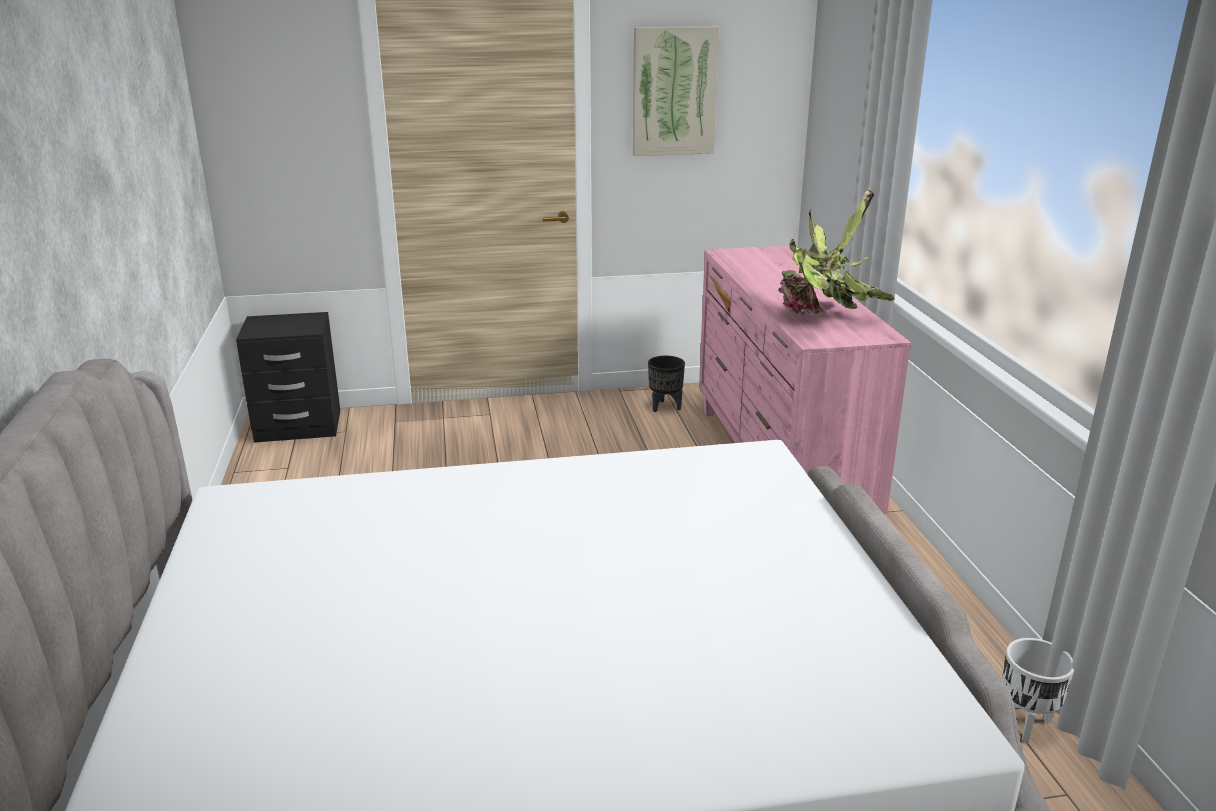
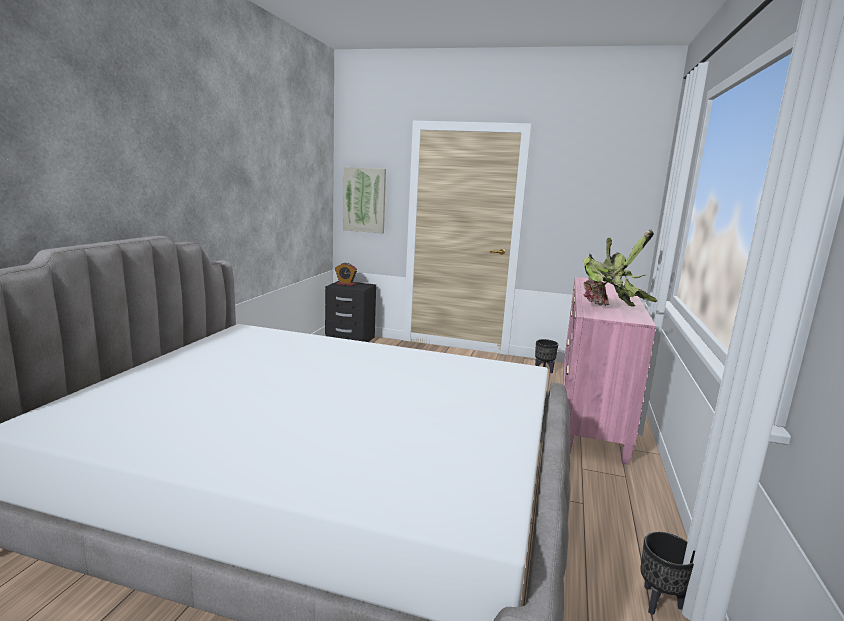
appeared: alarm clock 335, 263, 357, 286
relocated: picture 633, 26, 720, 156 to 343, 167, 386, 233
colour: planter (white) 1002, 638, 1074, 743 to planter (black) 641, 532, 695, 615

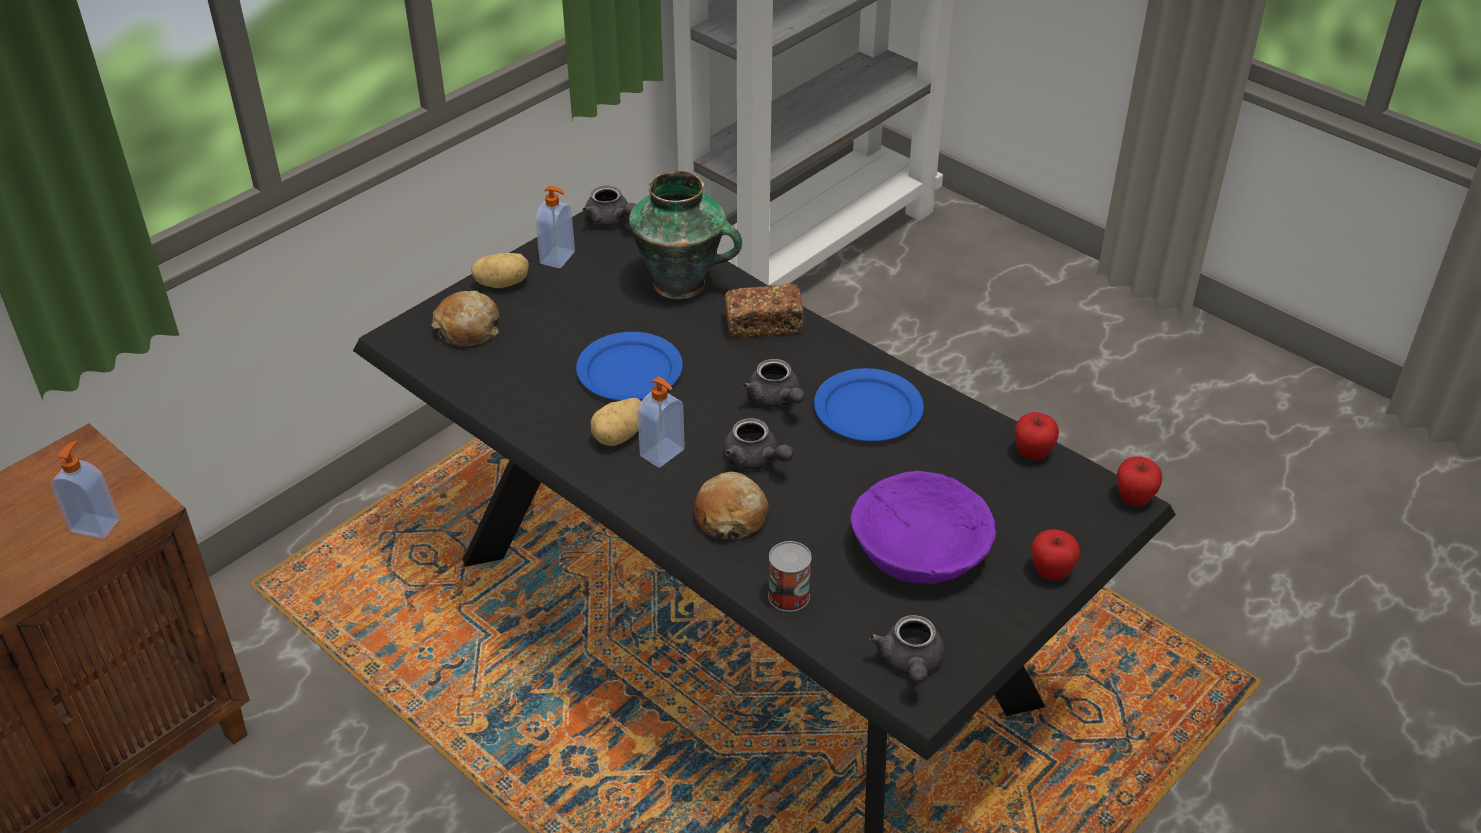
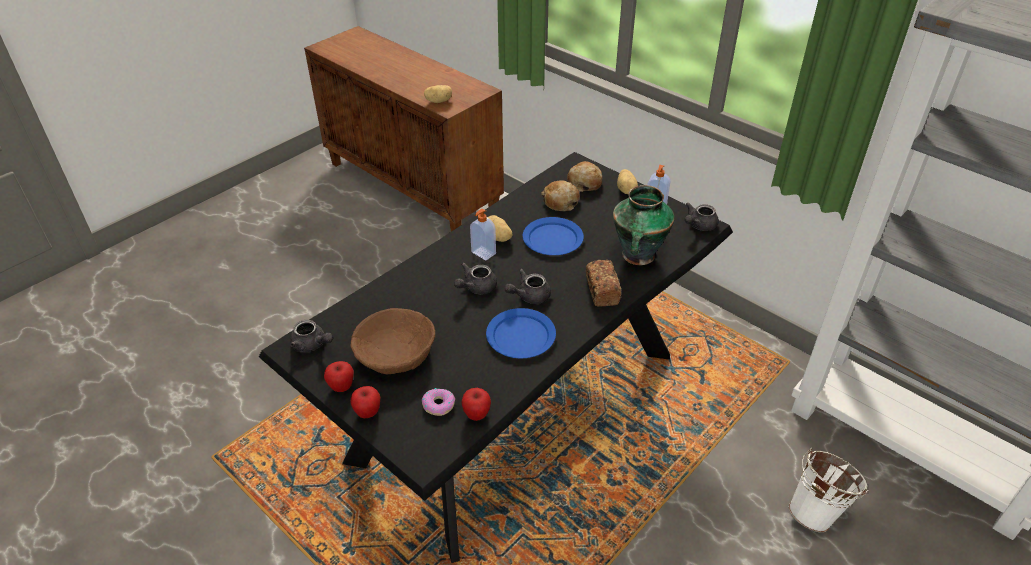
missing: can 768, 541, 812, 612
appeared: donut 422, 388, 455, 416; bucket (white) 789, 448, 869, 533
relocated: apple 1117, 456, 1162, 506 to 324, 361, 354, 392; bread 694, 471, 768, 540 to 542, 180, 580, 211
exchanged: soap dispenser 51, 441, 120, 539 to potato 424, 85, 452, 103
colour: bowl (purple) 850, 471, 996, 584 to bowl (brown) 350, 308, 435, 374
spun: teapot (grey) 869, 615, 945, 683 = 290, 320, 333, 352 150 degrees counterclockwise

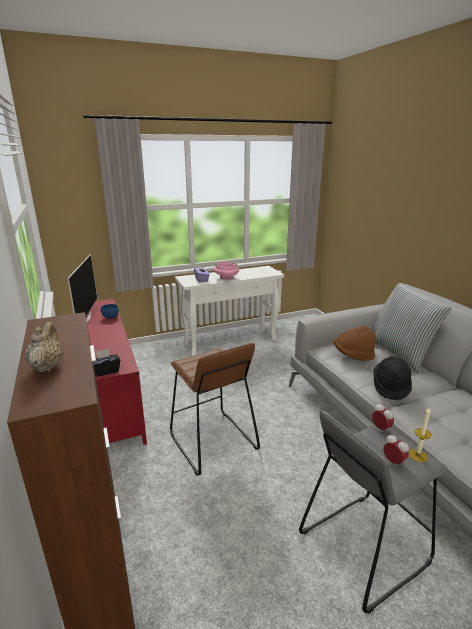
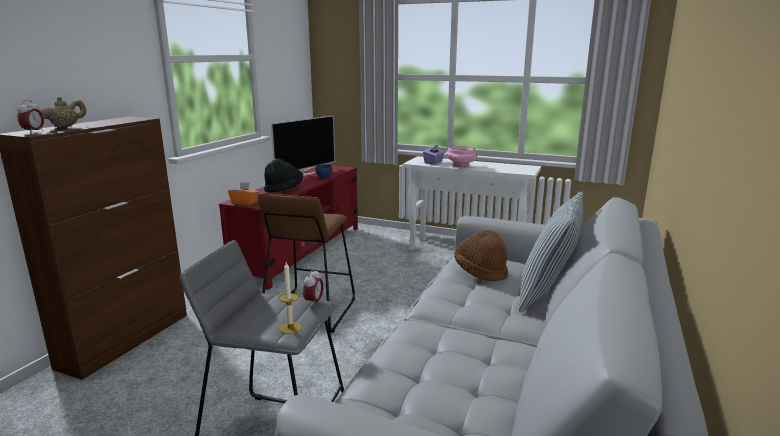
relocated: alarm clock 383, 434, 409, 465 to 17, 100, 44, 134; hat (black) 373, 356, 412, 401 to 264, 159, 303, 193
colour: tissue box (black) 93, 349, 120, 377 to tissue box (orange) 228, 182, 260, 206

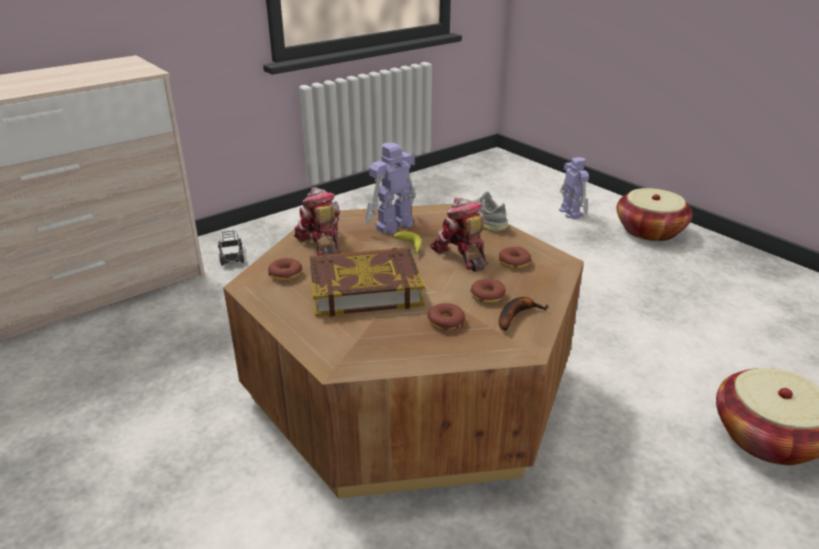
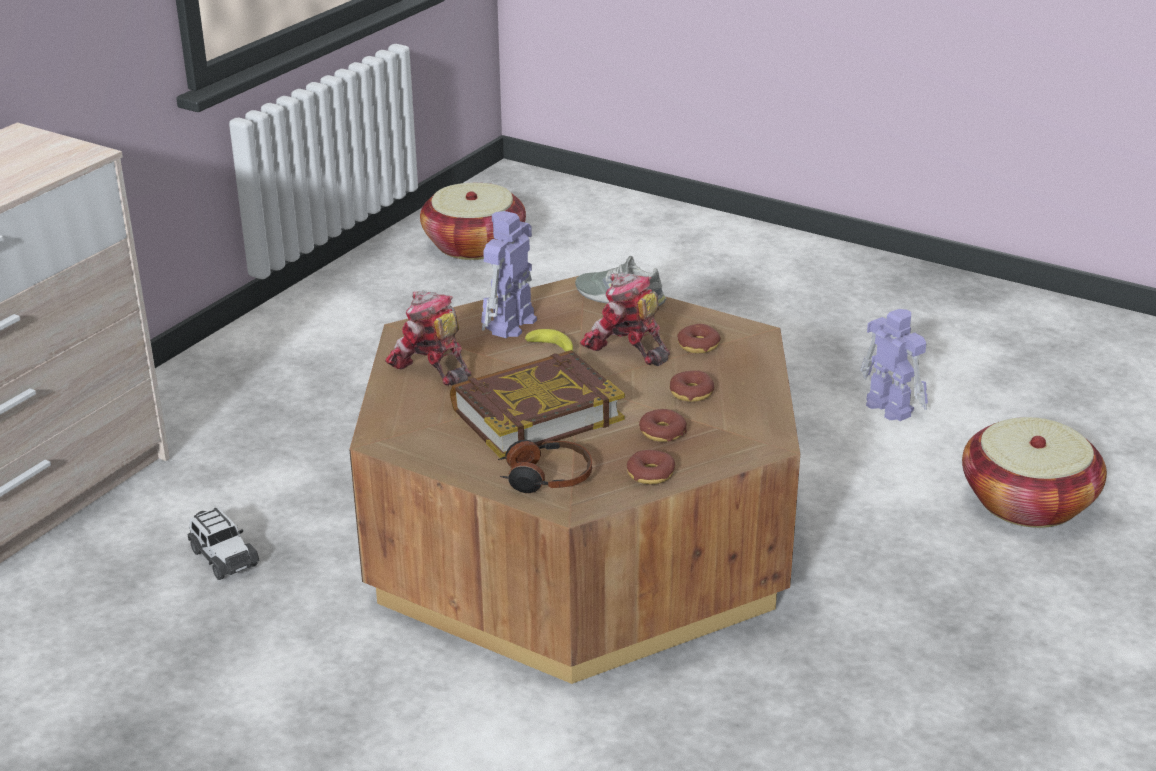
missing: banana 499, 297, 549, 331
appeared: headphones 498, 439, 592, 493
relocated: toy car 218, 230, 244, 266 to 188, 507, 260, 580; basket 617, 188, 693, 241 to 420, 183, 526, 260; donut 268, 258, 302, 281 to 627, 450, 675, 484; toy robot 559, 157, 589, 219 to 860, 309, 928, 421

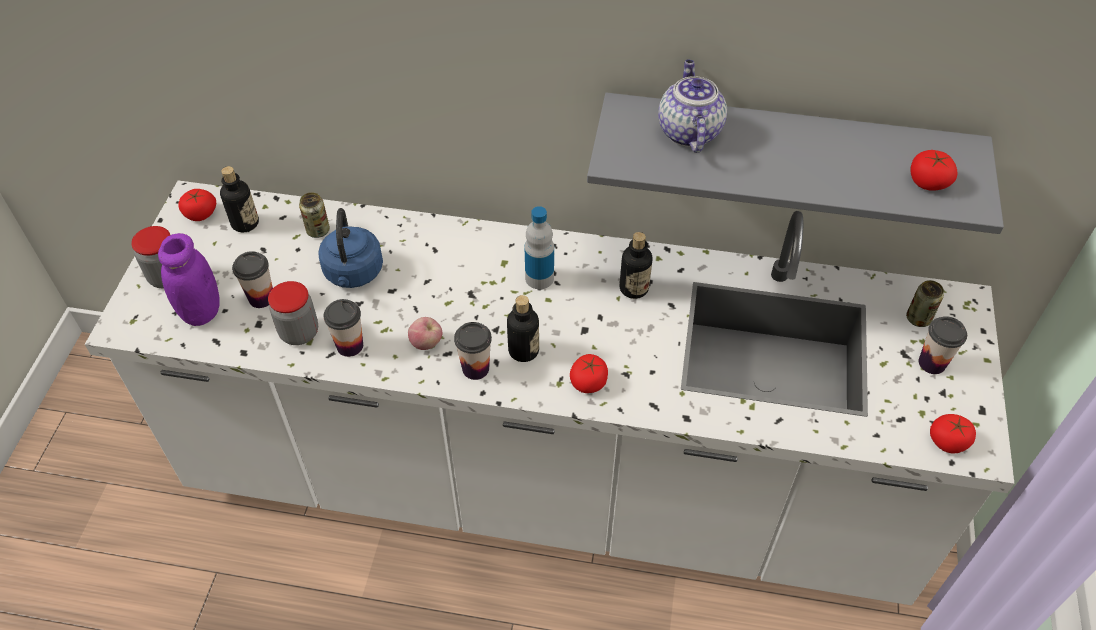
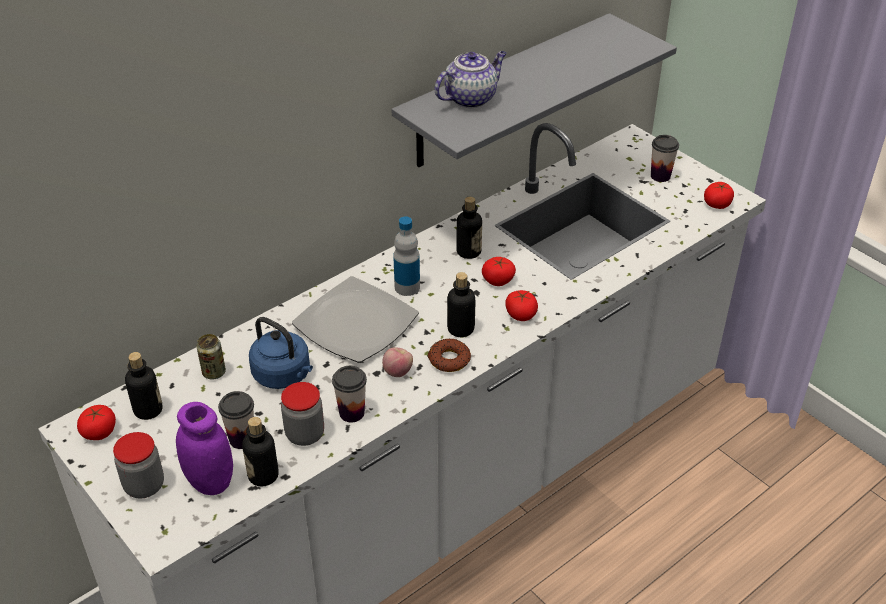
missing: can 906, 280, 944, 327
appeared: bottle 242, 417, 279, 486; plate 292, 276, 419, 363
relocated: tomato 910, 150, 957, 191 to 482, 257, 516, 286
exchanged: cup 454, 322, 492, 380 to donut 428, 338, 471, 372
spun: teapot 658, 59, 727, 153 = 435, 51, 507, 108 105 degrees clockwise

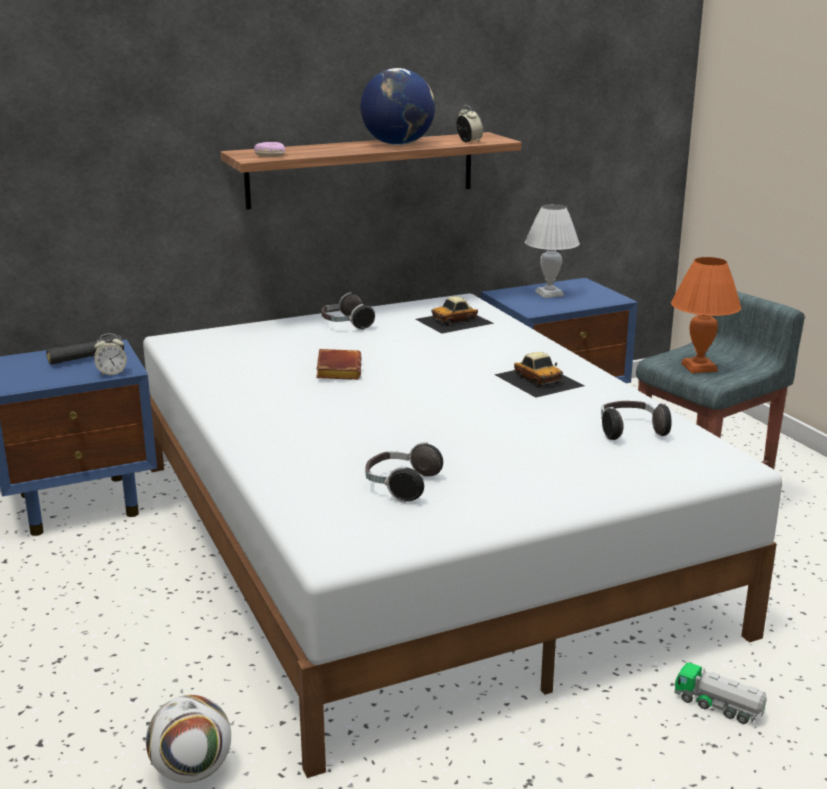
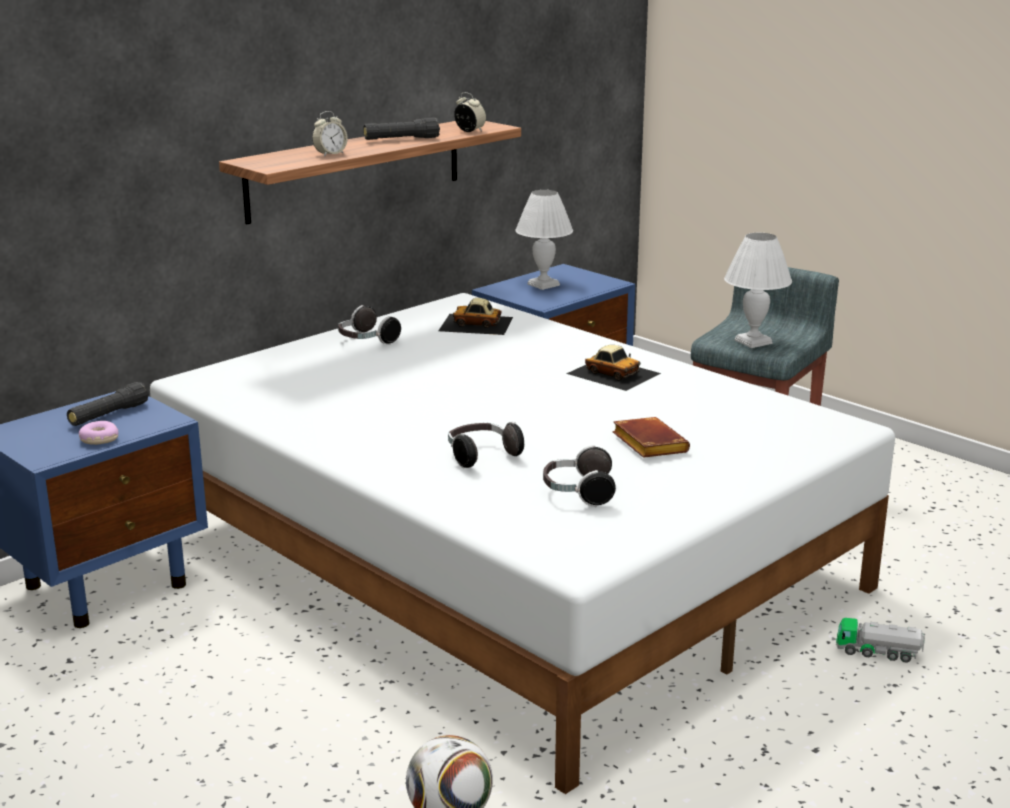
relocated: donut 254, 142, 285, 157 to 79, 421, 118, 445; alarm clock 94, 334, 127, 377 to 312, 111, 348, 157; headphones 601, 401, 672, 440 to 448, 422, 524, 468; book (brown) 316, 349, 362, 380 to 613, 417, 690, 458
exchanged: globe 360, 68, 435, 145 to flashlight (black) 363, 117, 440, 140
colour: table lamp (orange) 671, 257, 741, 373 to table lamp (white) 724, 233, 792, 348
spun: toy car 415, 297, 494, 333 = 438, 298, 513, 335 60 degrees clockwise

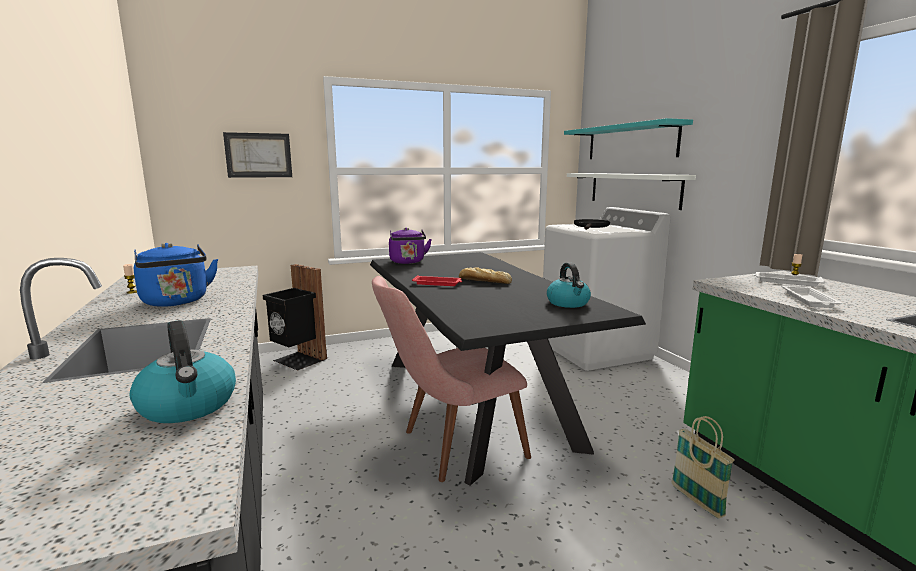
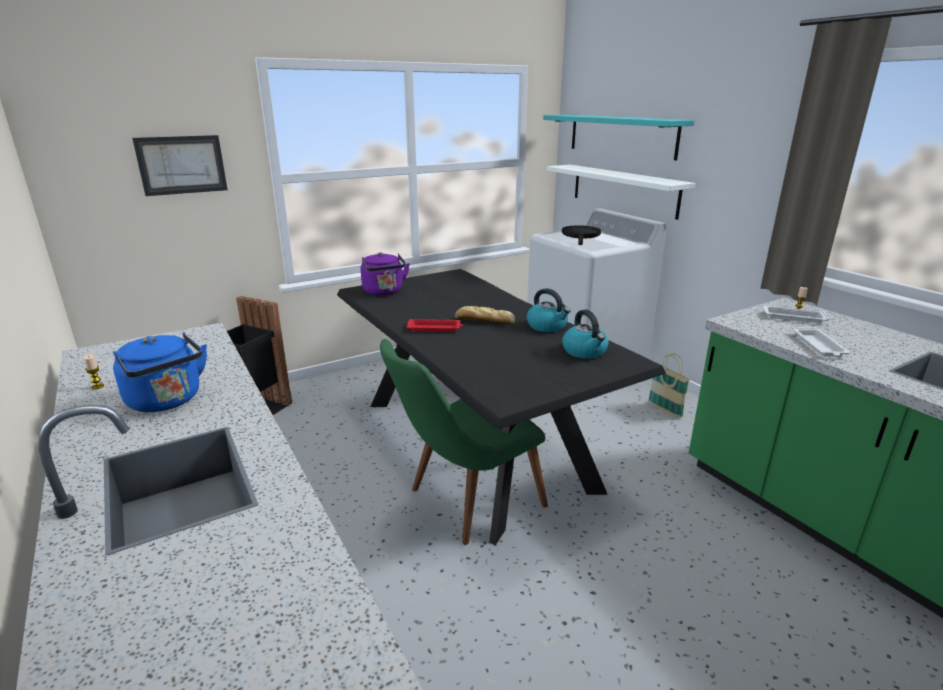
relocated: kettle 130, 320, 236, 423 to 527, 288, 571, 332; basket 671, 416, 735, 518 to 648, 353, 690, 418
colour: chair (pink) 372, 276, 531, 482 to chair (green) 380, 339, 548, 545

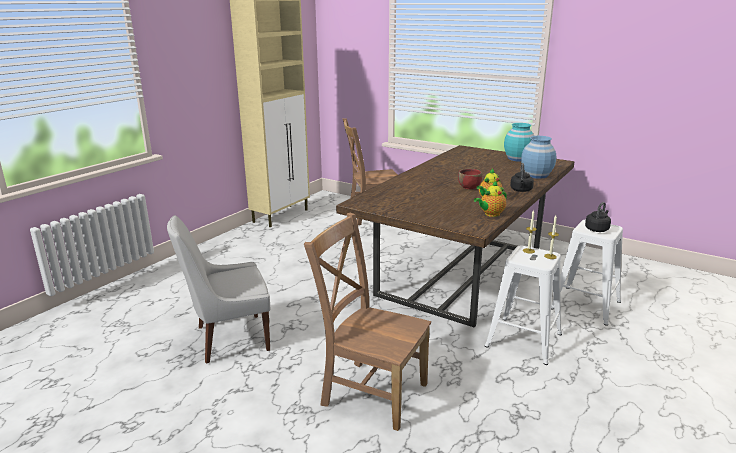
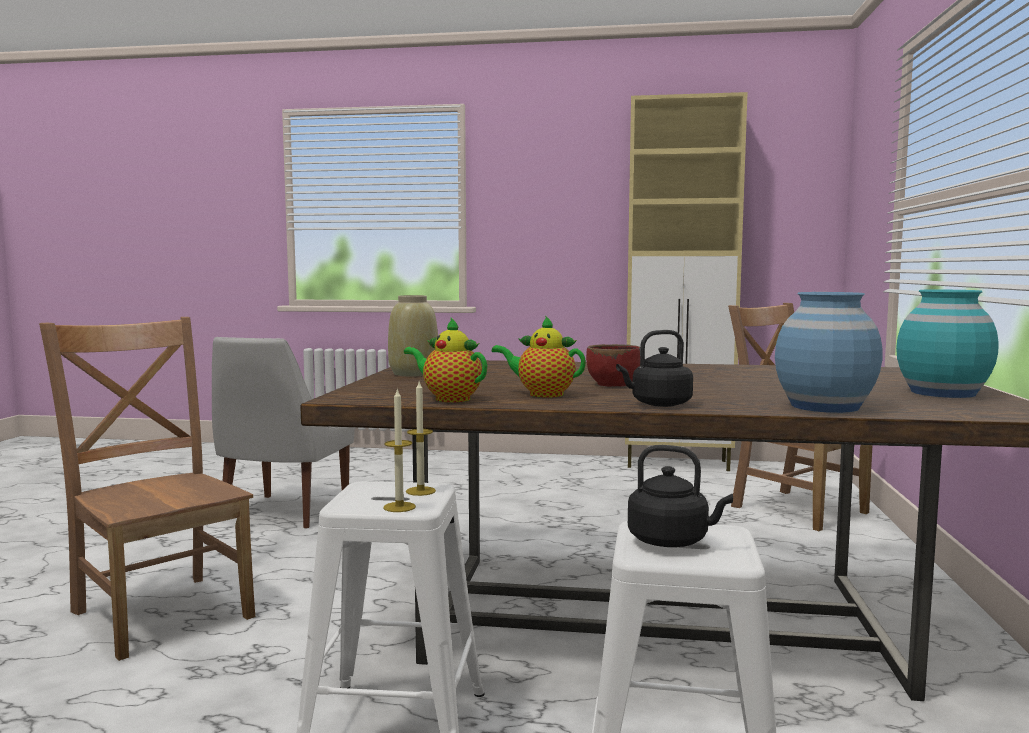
appeared: vase (beige) 388, 295, 438, 376
spun: chair (brown) 304, 213, 431, 431 = 39, 317, 255, 661 45 degrees counterclockwise; chair (white) 167, 215, 270, 364 = 212, 337, 355, 529 120 degrees counterclockwise

